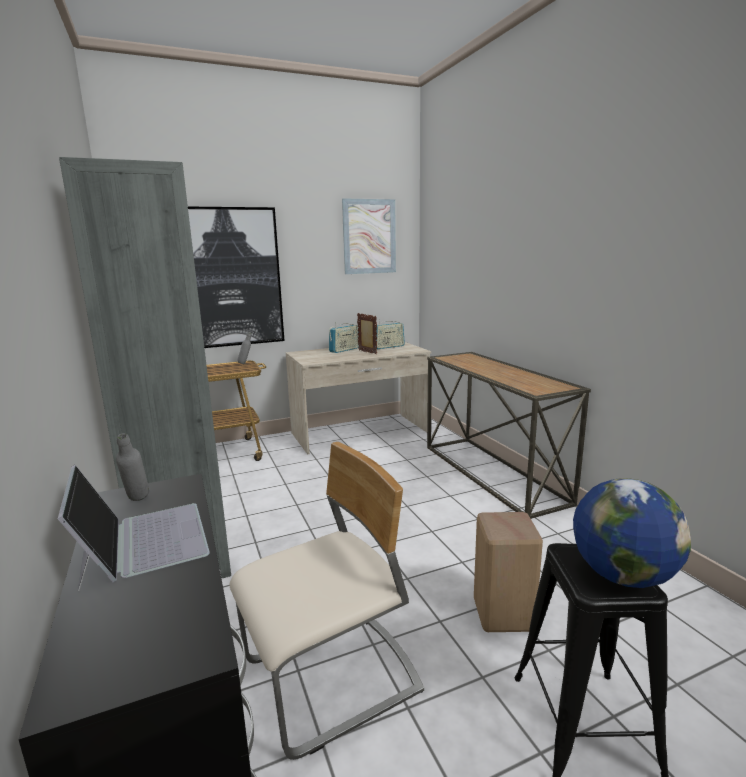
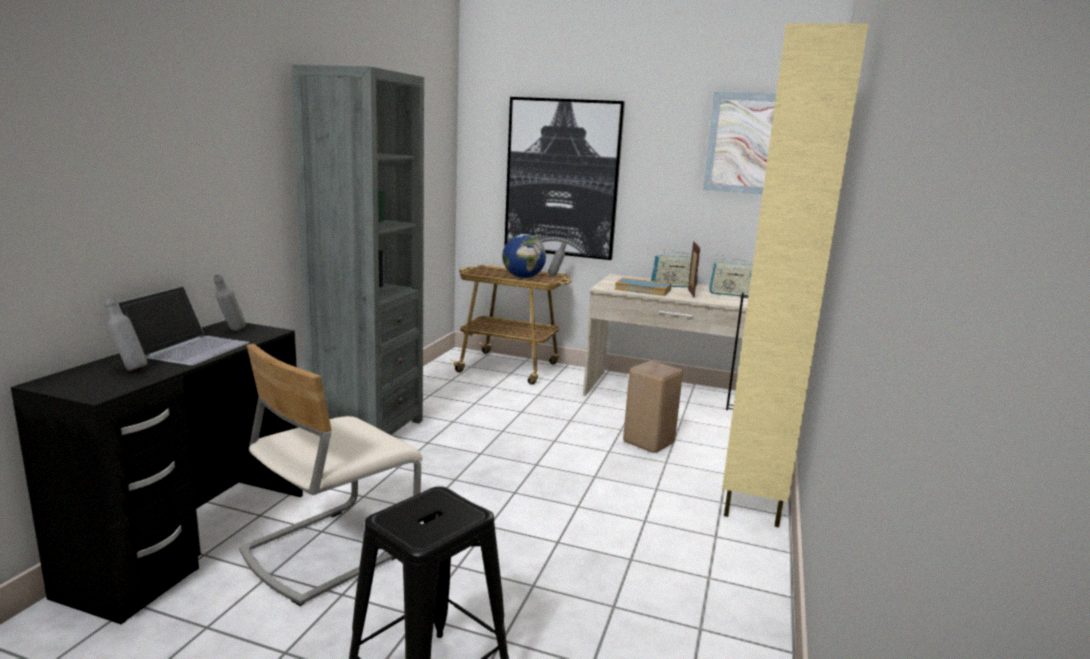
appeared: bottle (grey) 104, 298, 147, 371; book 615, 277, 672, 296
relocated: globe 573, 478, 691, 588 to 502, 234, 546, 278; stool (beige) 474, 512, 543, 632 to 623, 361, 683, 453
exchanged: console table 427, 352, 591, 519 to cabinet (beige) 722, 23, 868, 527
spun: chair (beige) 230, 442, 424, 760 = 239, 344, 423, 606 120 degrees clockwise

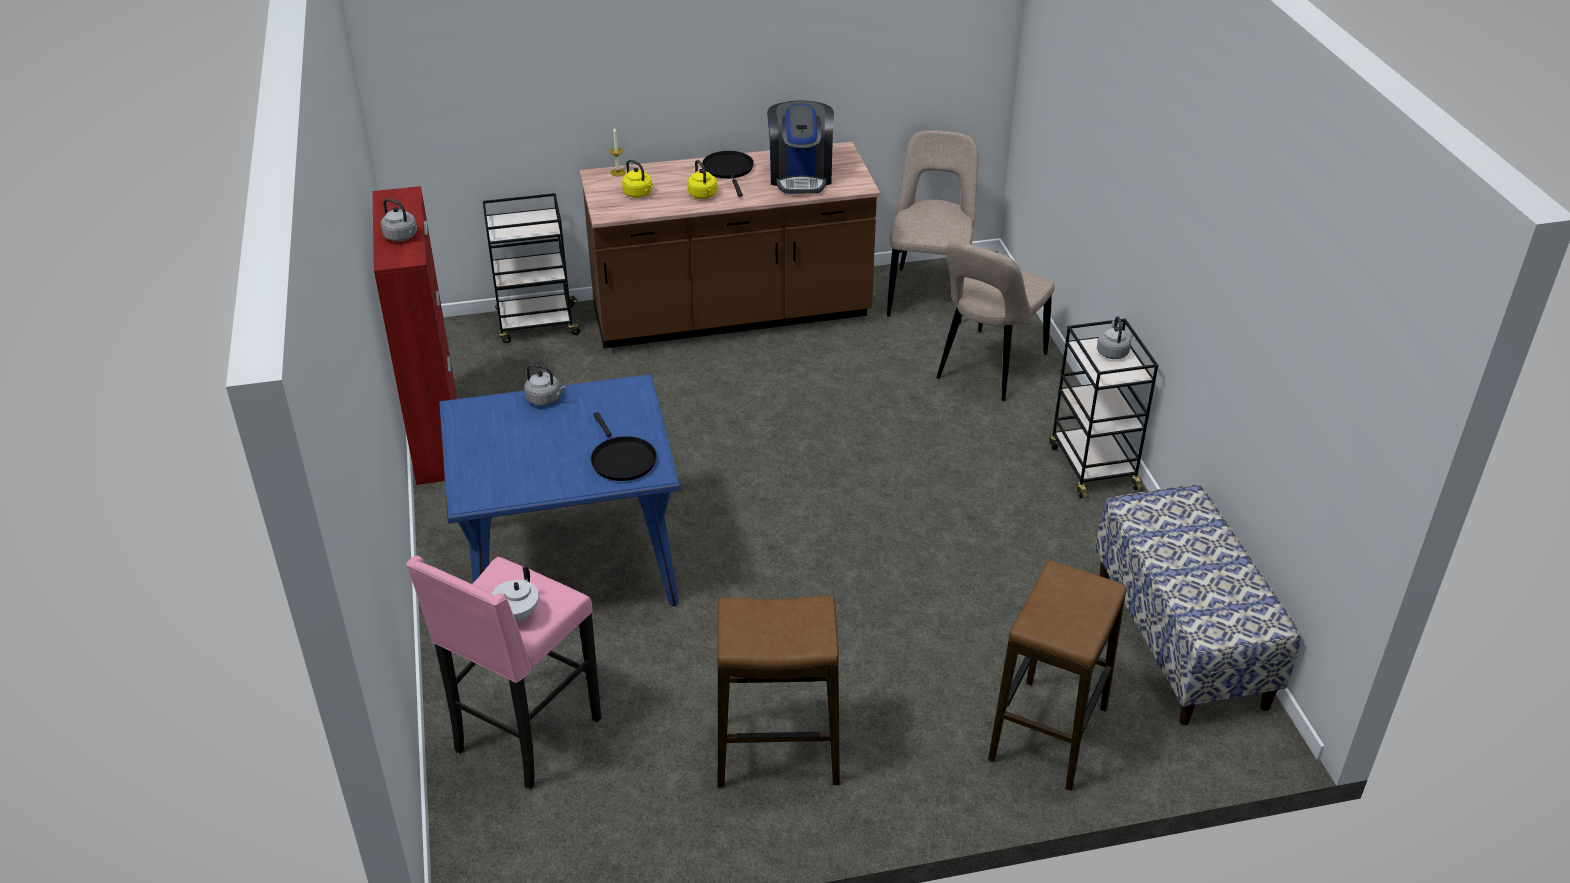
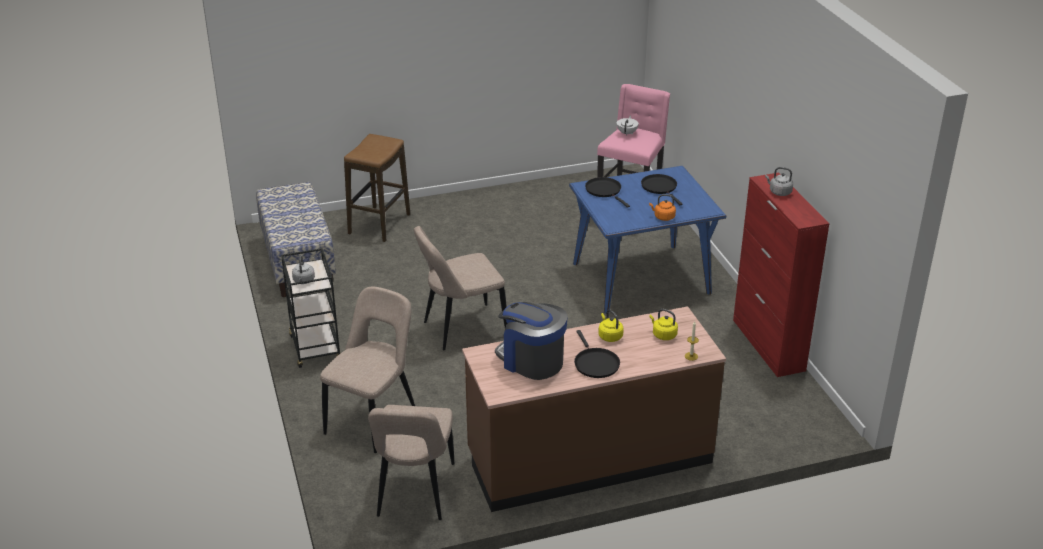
missing: cart (black) 483, 193, 584, 343; stool 717, 596, 840, 787
appeared: chair (beige) 414, 226, 507, 350; frying pan (black) 641, 174, 682, 205
colour: kettle (grey) 524, 364, 566, 406 to kettle (orange) 649, 194, 676, 221
spun: coffee machine 767, 100, 834, 194 = 495, 302, 568, 380 45 degrees counterclockwise

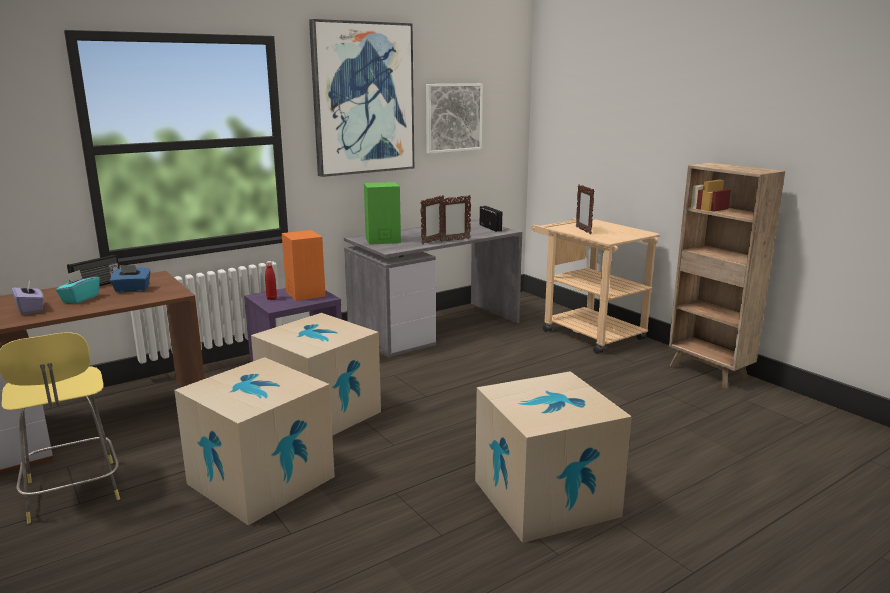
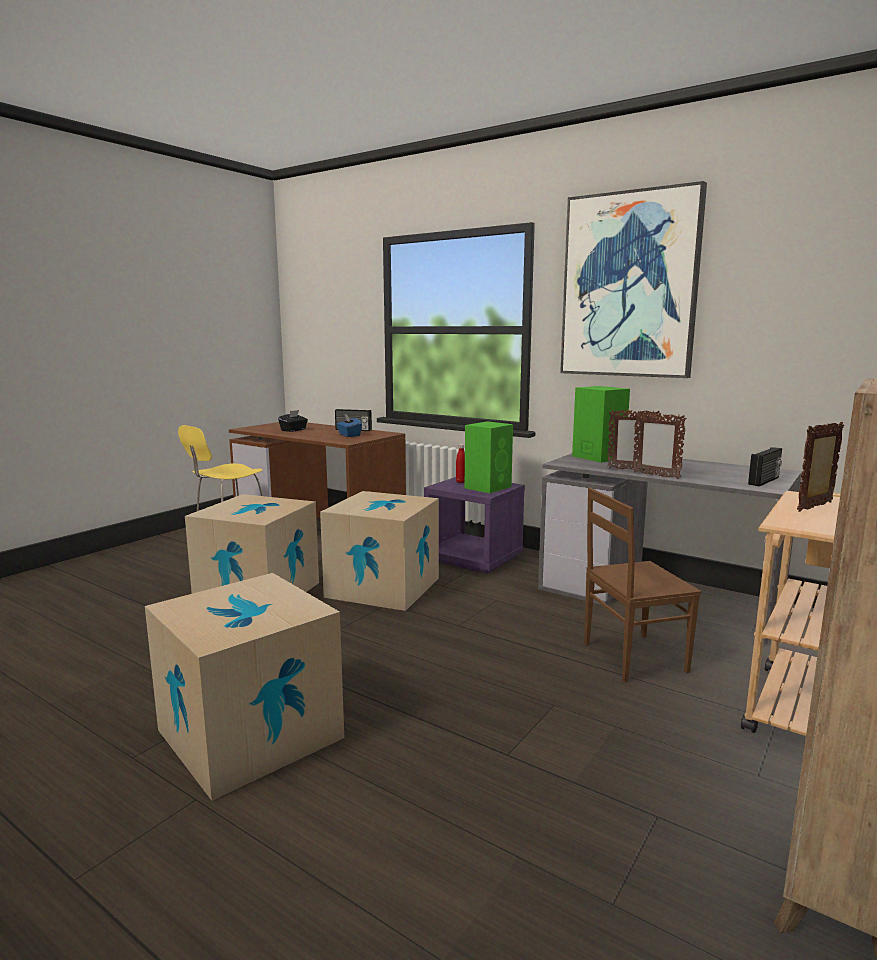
missing: tissue box (turquoise) 56, 270, 100, 304; picture 426, 83, 483, 154
appeared: chair (brown) 584, 488, 701, 683
colour: tissue box (purple) 12, 279, 44, 315 to tissue box (black) 278, 410, 308, 432; speaker (orange) 282, 230, 326, 301 to speaker (green) 465, 421, 513, 493

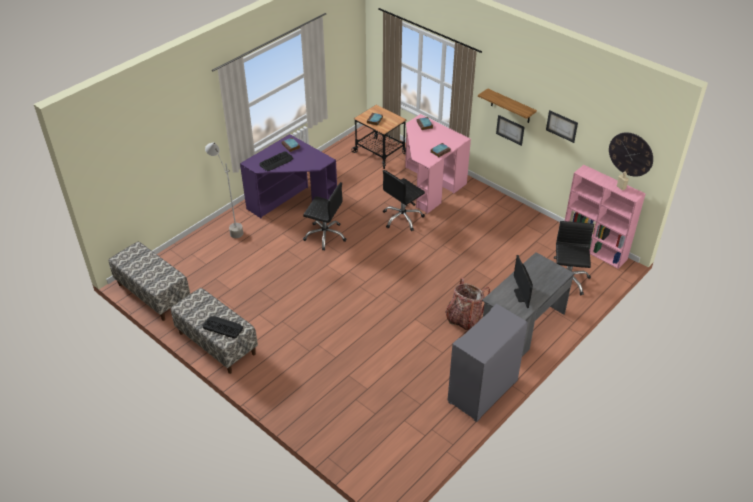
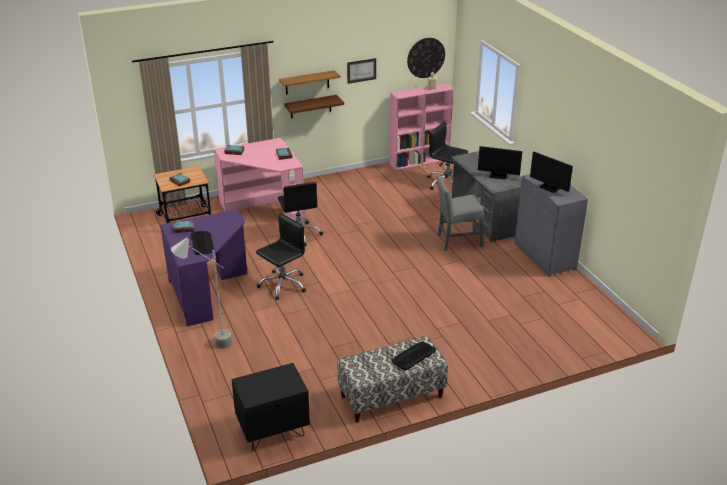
appeared: monitor 530, 152, 573, 193
exchanged: bench 109, 241, 190, 321 to nightstand (black) 231, 363, 310, 451; picture 496, 115, 525, 146 to shelf (brown) 284, 95, 344, 118; backpack 445, 278, 490, 331 to chair (grey) 437, 176, 484, 251

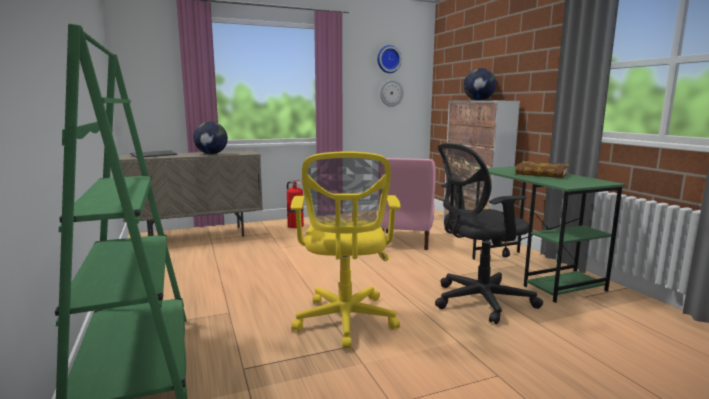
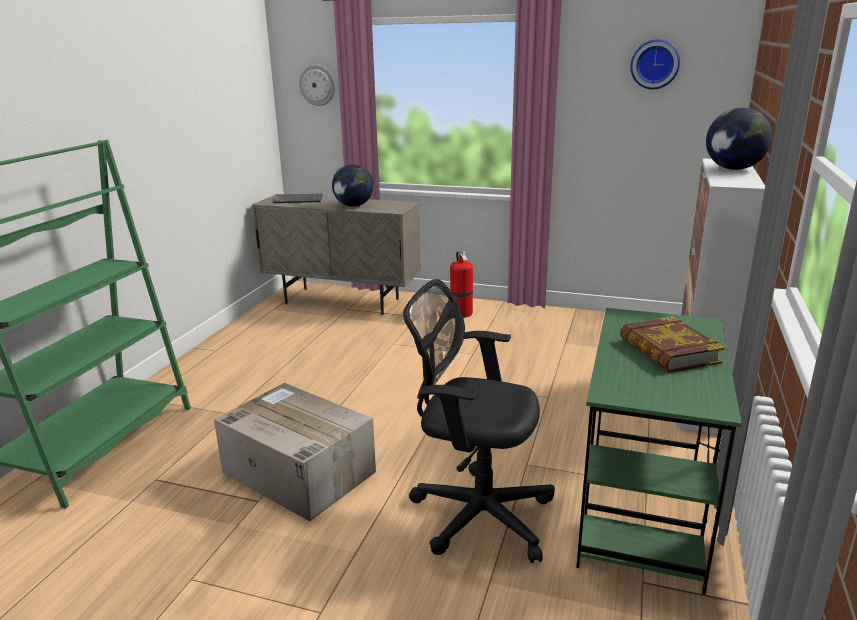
missing: chair (pink) 380, 158, 436, 250
relocated: wall clock 380, 80, 404, 107 to 299, 64, 335, 106
exchanged: office chair (yellow) 291, 151, 401, 349 to cardboard box 214, 383, 376, 522

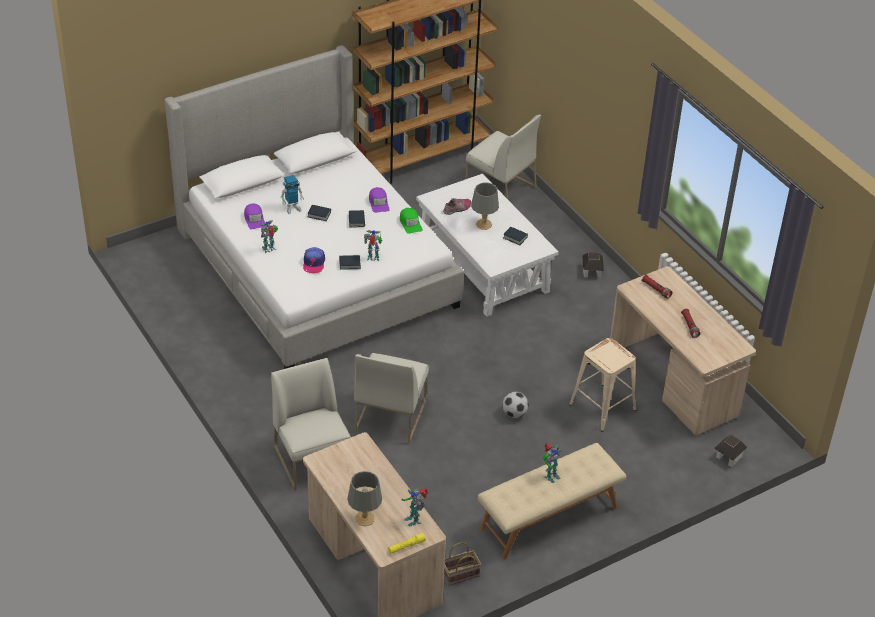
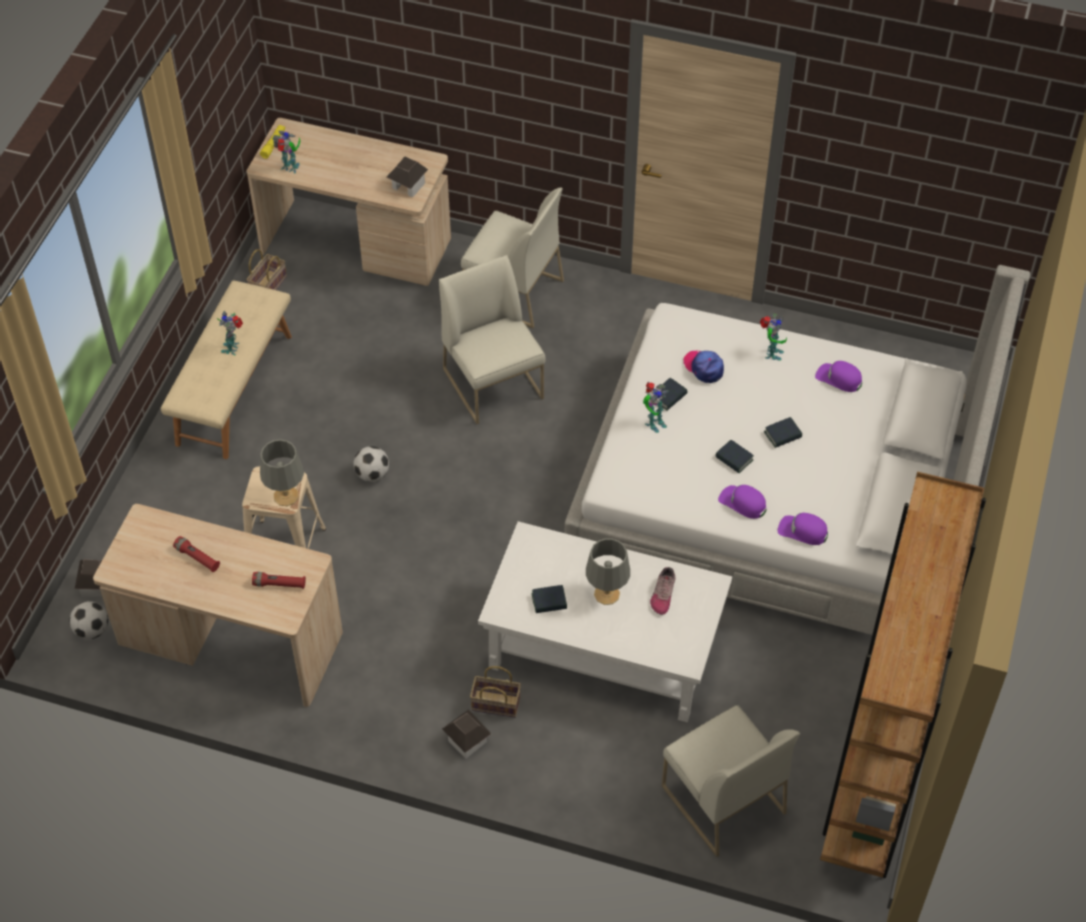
missing: toy robot 281, 175, 304, 214; cap (green) 400, 208, 423, 234
appeared: football 69, 601, 108, 639; toy house 387, 157, 428, 197; basket 470, 666, 521, 718; cap (purple) 778, 513, 828, 545
relocated: table lamp (grey) 347, 471, 382, 526 to 260, 439, 304, 506
spun: chair (white) 466, 115, 541, 199 = 661, 705, 800, 857 120 degrees counterclockwise

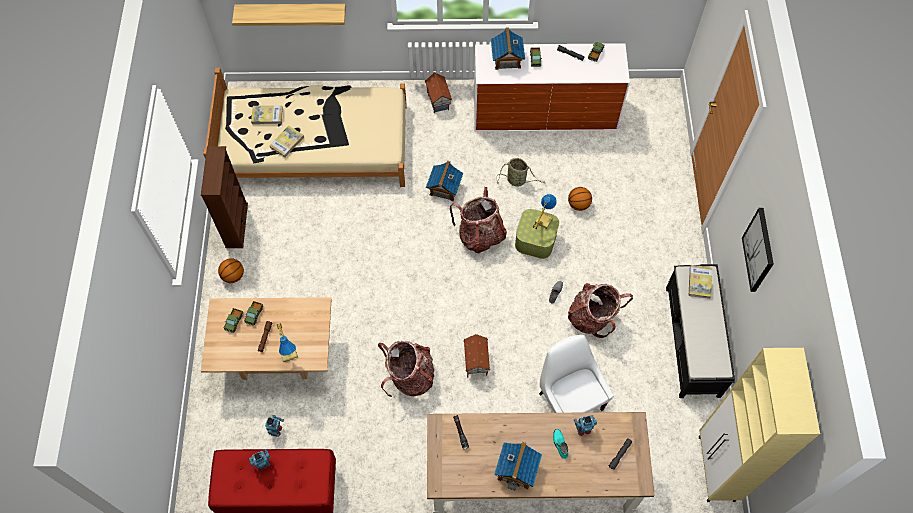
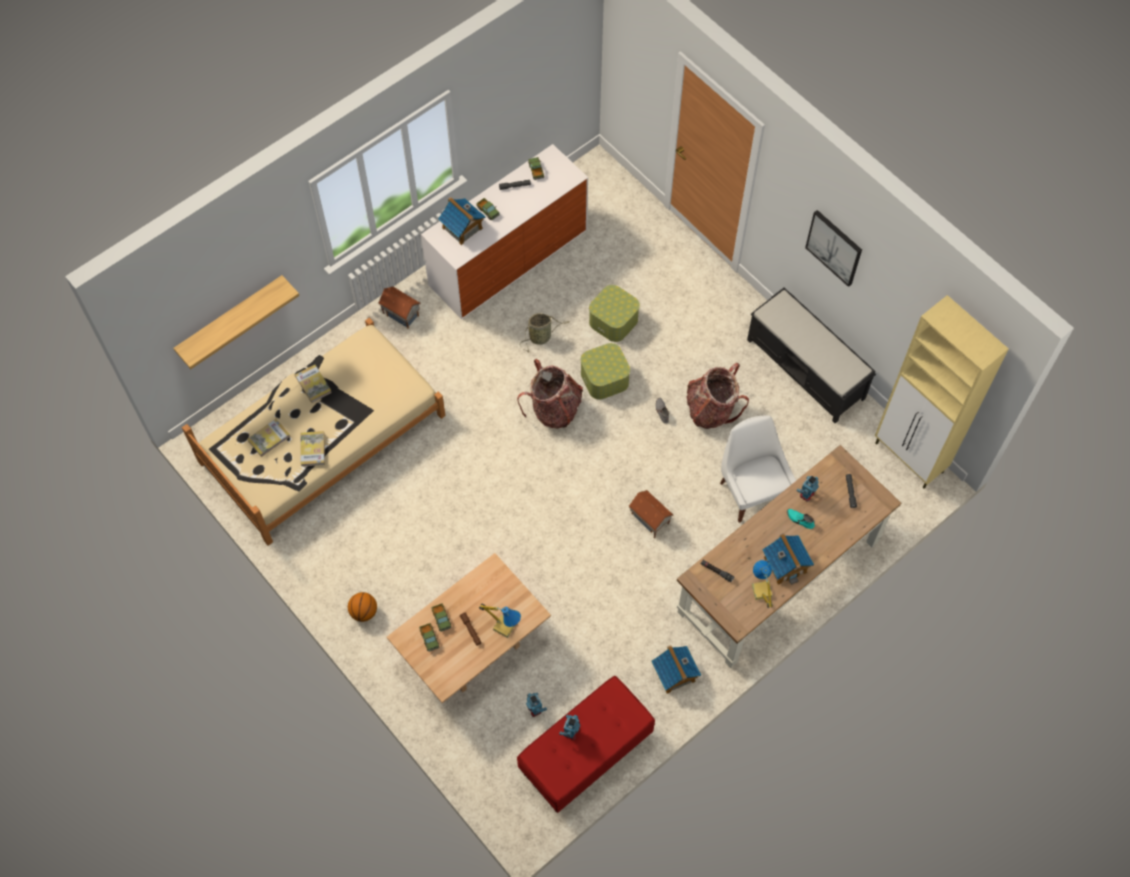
missing: bookcase (brown) 201, 146, 248, 248; backpack 378, 341, 434, 397
relocated: book 689, 265, 712, 299 to 295, 365, 332, 403; toy house 426, 161, 463, 201 to 651, 645, 701, 694; table lamp 533, 194, 557, 229 to 752, 560, 773, 608
exchanged: basketball 568, 187, 592, 211 to storage box 589, 285, 640, 342
spun: chair (white) 539, 335, 614, 413 = 720, 415, 796, 523 45 degrees clockwise

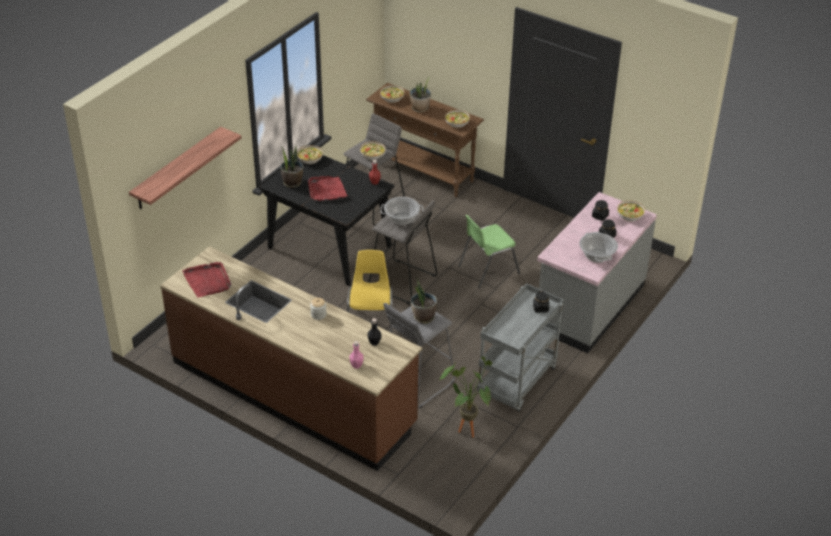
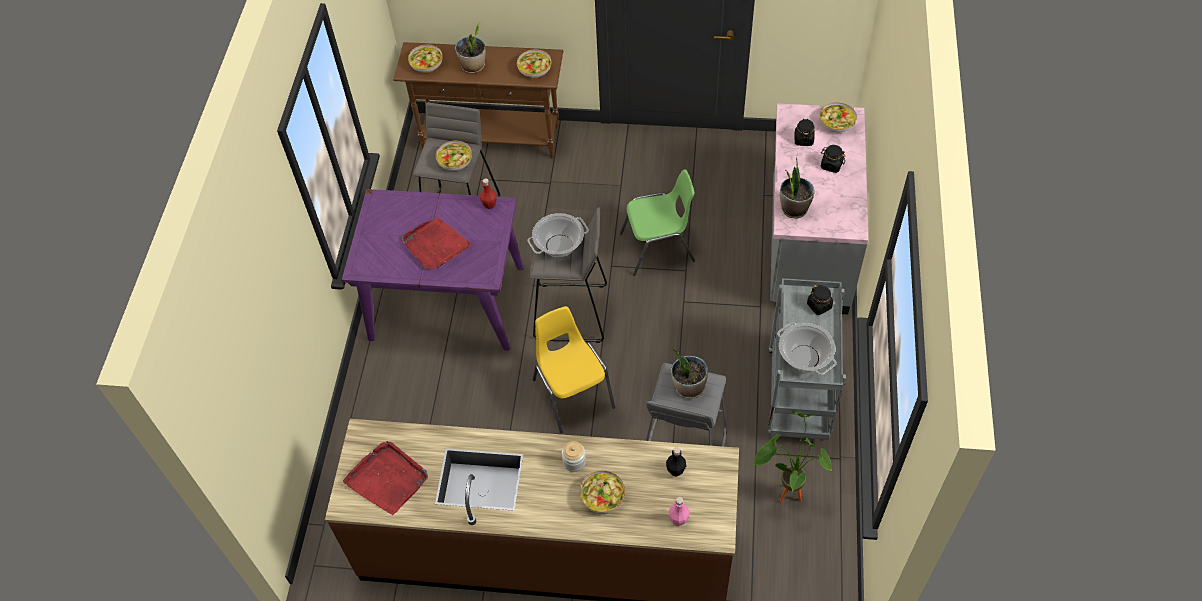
missing: shelf 129, 127, 242, 210
relocated: bowl 297, 145, 323, 164 to 579, 470, 625, 514; cooking pot 579, 232, 618, 263 to 777, 322, 837, 375; potted plant 281, 145, 303, 188 to 780, 158, 815, 219
colour: dining table (black) 259, 155, 394, 286 to dining table (purple) 342, 189, 524, 351
spun: chair (green) 458, 215, 520, 288 = 620, 169, 695, 276 135 degrees counterclockwise

